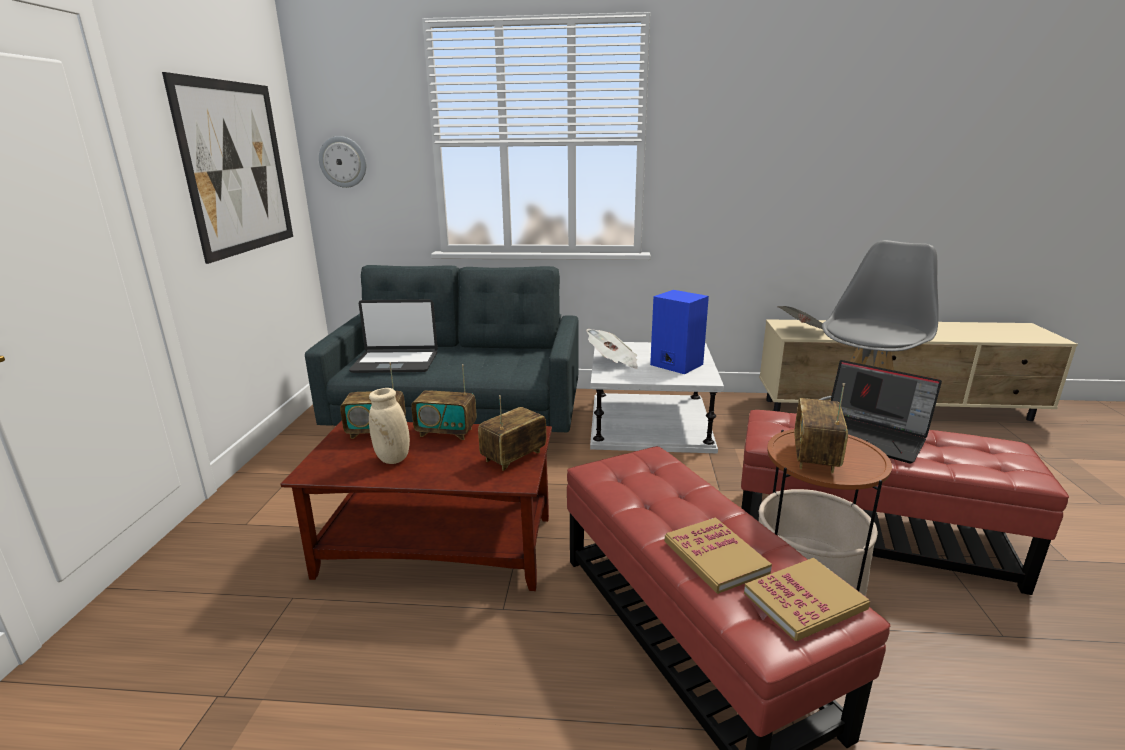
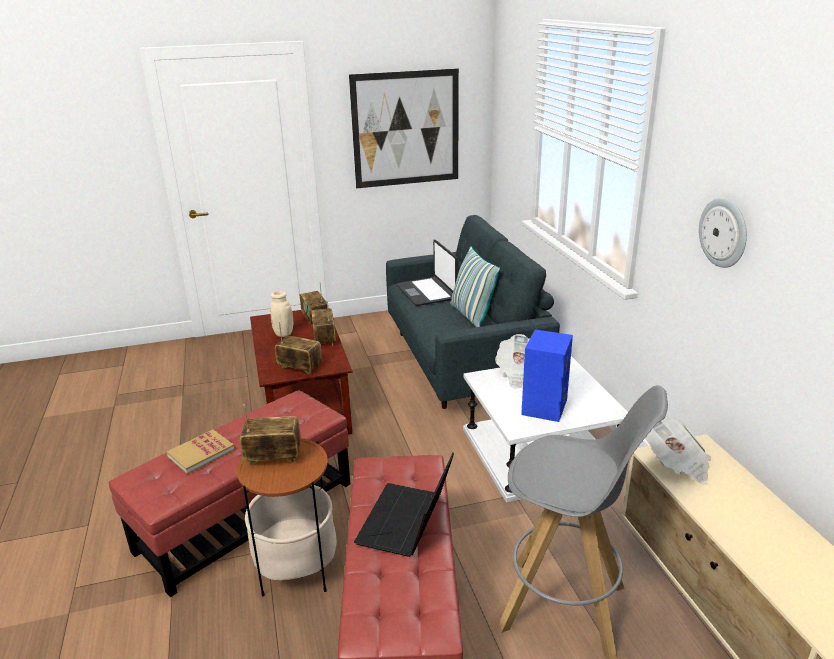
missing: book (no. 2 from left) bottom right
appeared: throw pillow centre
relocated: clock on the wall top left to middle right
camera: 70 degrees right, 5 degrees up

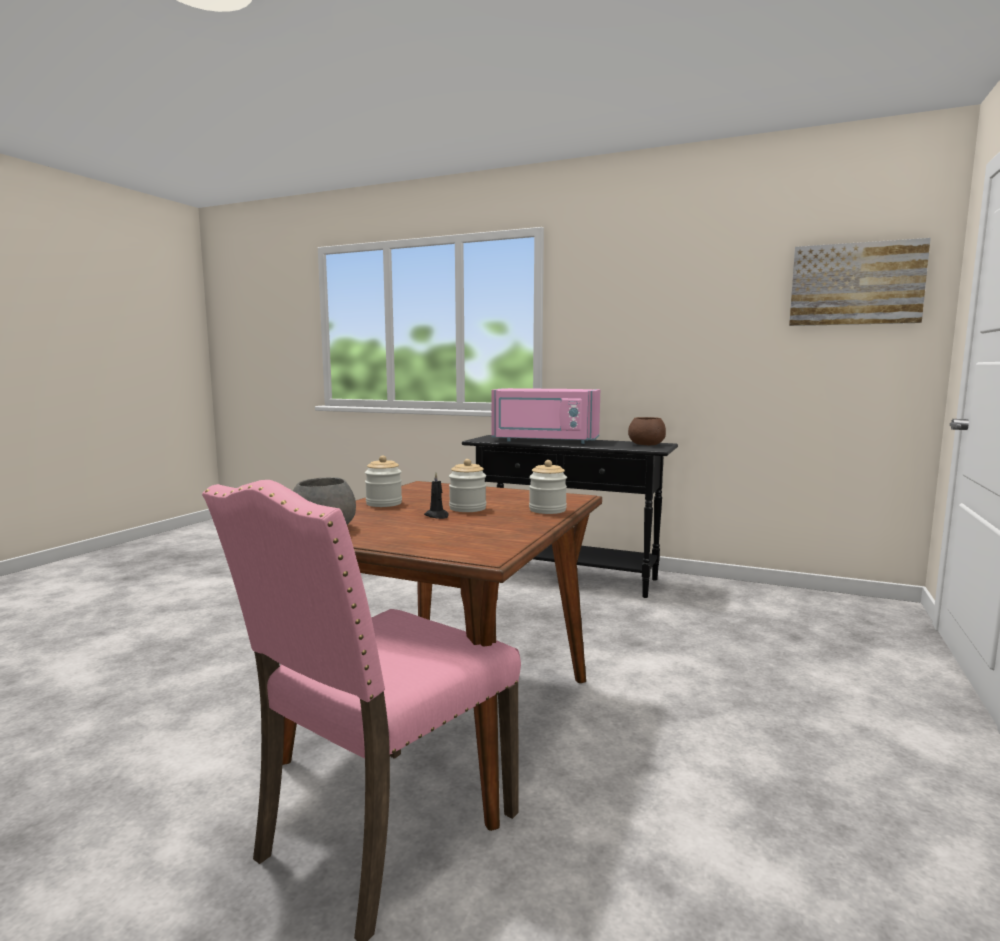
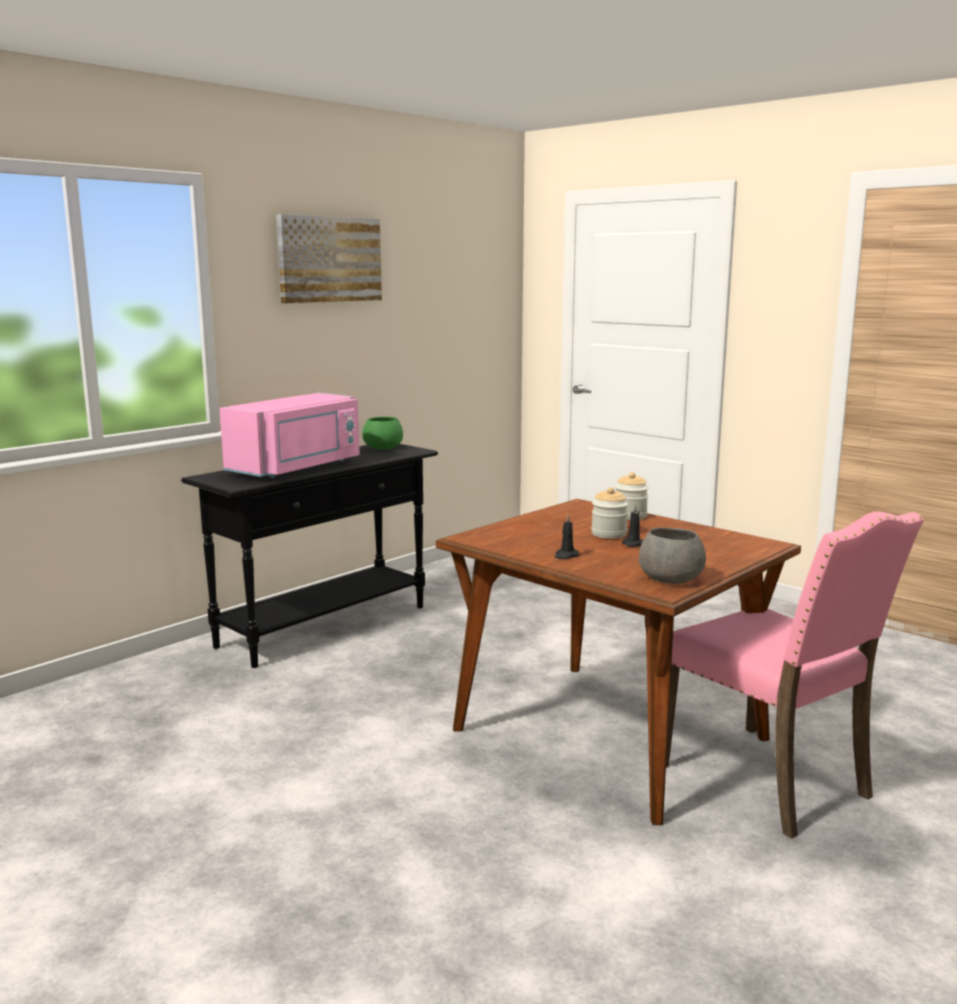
relocated: wall art top right to top centre
exchanged: jar (no. 1 from left) centre to blackish wax candle (no. 1 from left) centre
colour: brown-coloured bowl centre to green-coloured bowl centre
camera: 70 degrees left, 5 degrees up

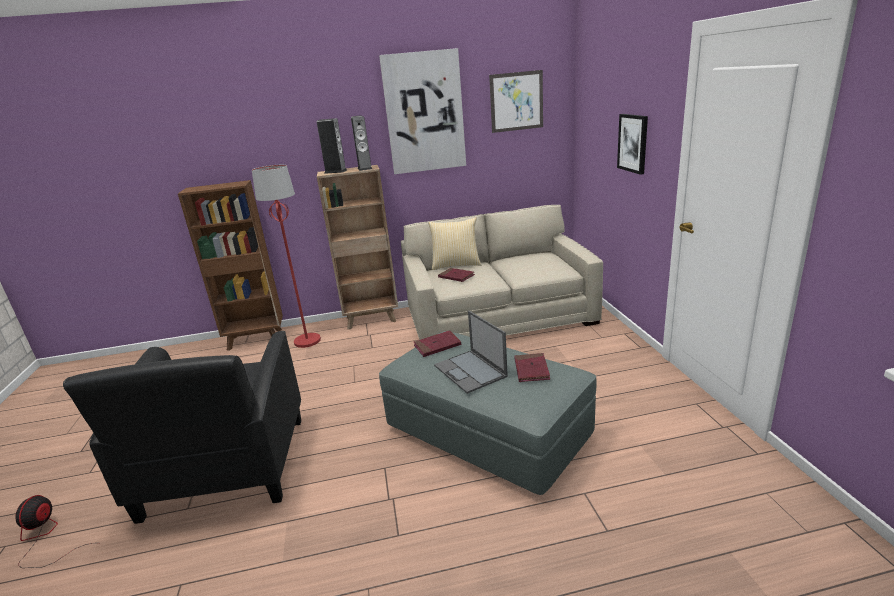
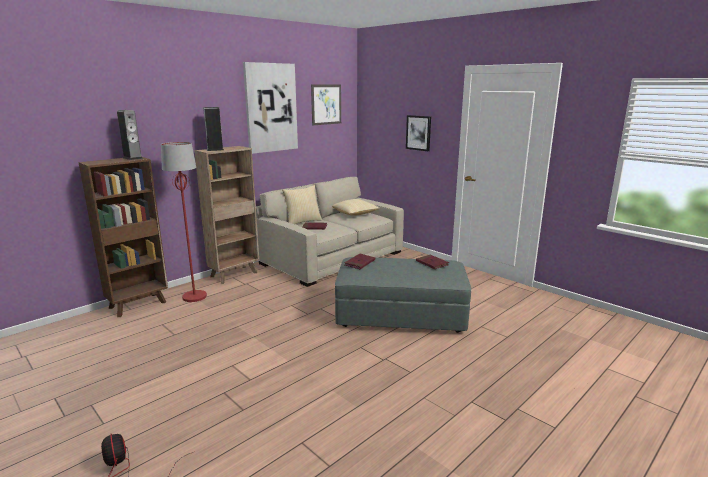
missing: portable computer centre; blackish armchair bottom left
appeared: throw pillow (no. 2 from left) centre
relocated: audio speaker (no. 2 from left in the first image) top centre to audio speaker (no. 1 from left) top left
camera: 35 degrees left, 5 degrees down

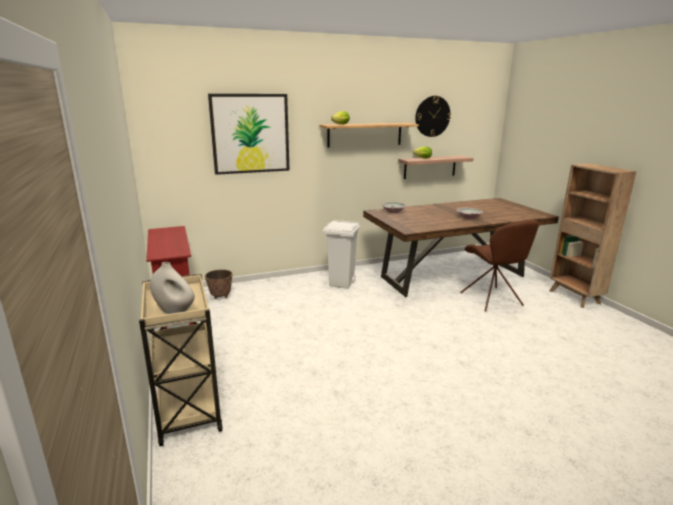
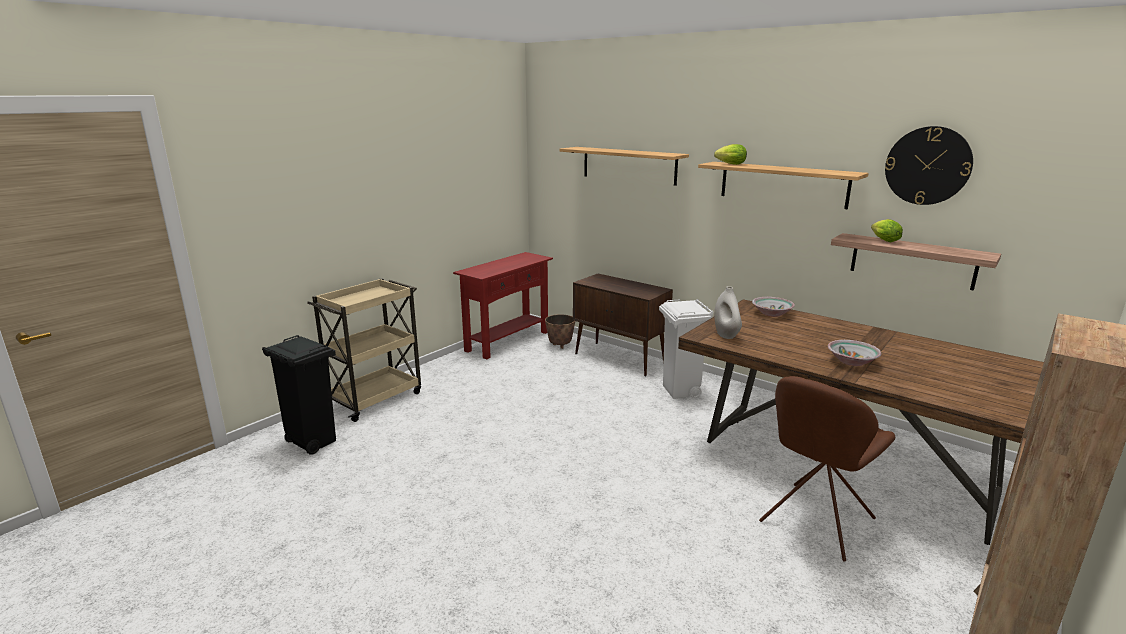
appeared: brown-coloured storage cabinet centre; blackish trash can middle left
relocated: whitish flower vase middle left to centre
exchanged: wall art top centre to shelf (no. 1 from left) top centre
camera: 60 degrees right, 0 degrees up

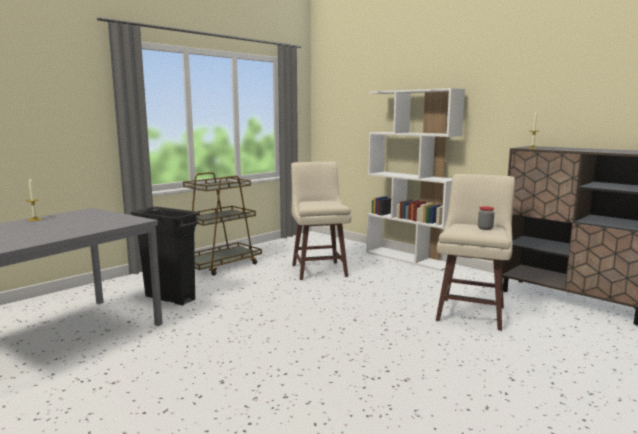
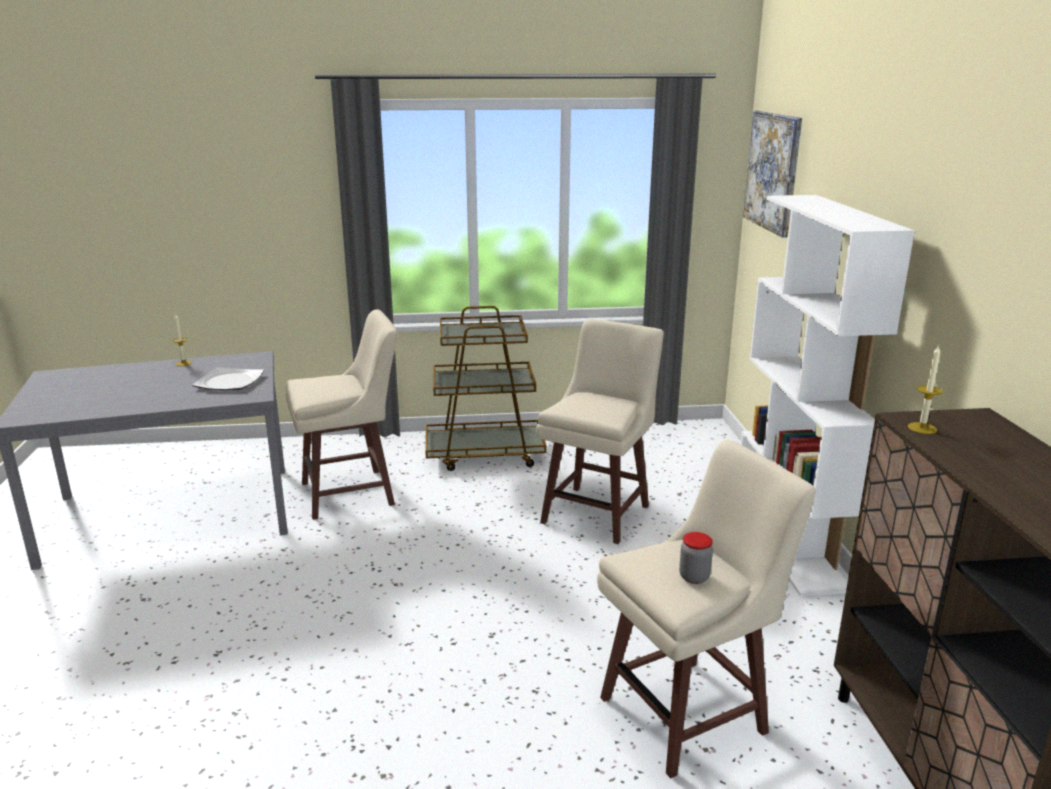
appeared: wall art top right; dinner plate middle left
exchanged: blackish trash can middle left to beige-coloured stool seat (no. 1 from left) middle left
camera: 40 degrees right, 10 degrees up

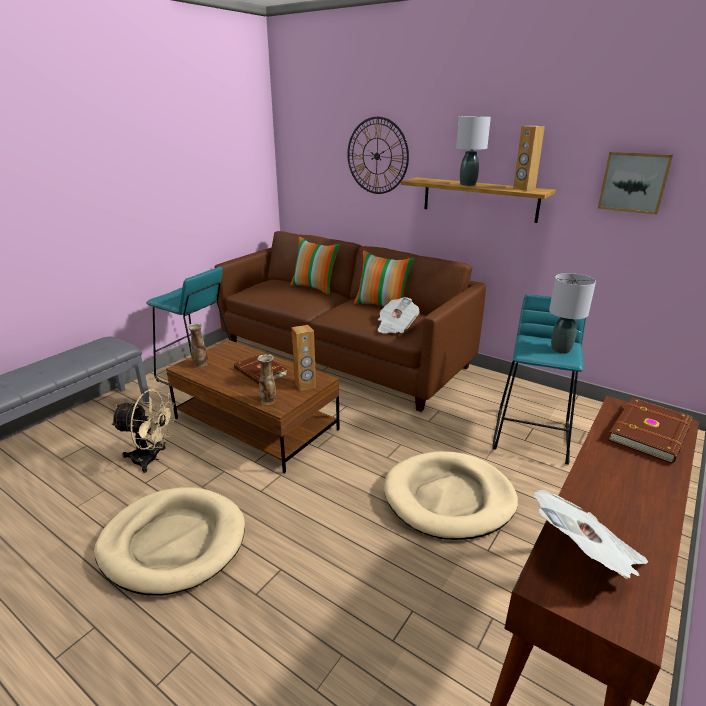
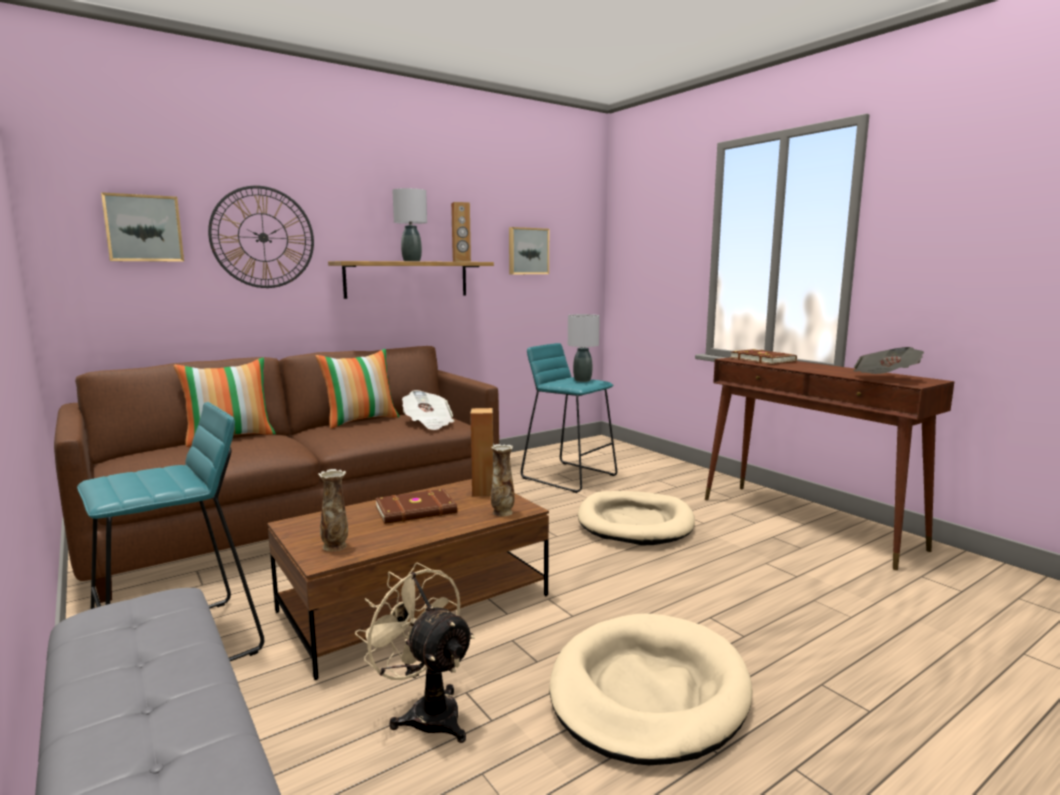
appeared: wall art (no. 1 from left) top left
spun: beige-coloured fan middle left = bottom centre 75 degrees counterclockwise
camera: 70 degrees left, 15 degrees down

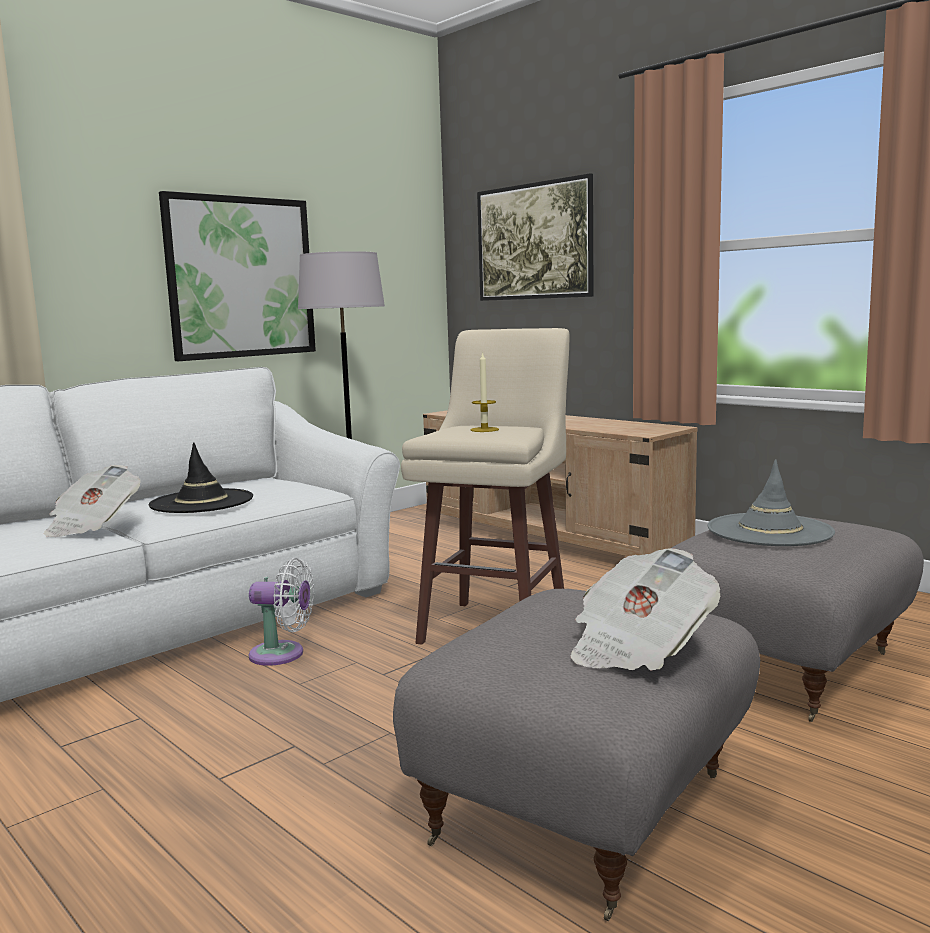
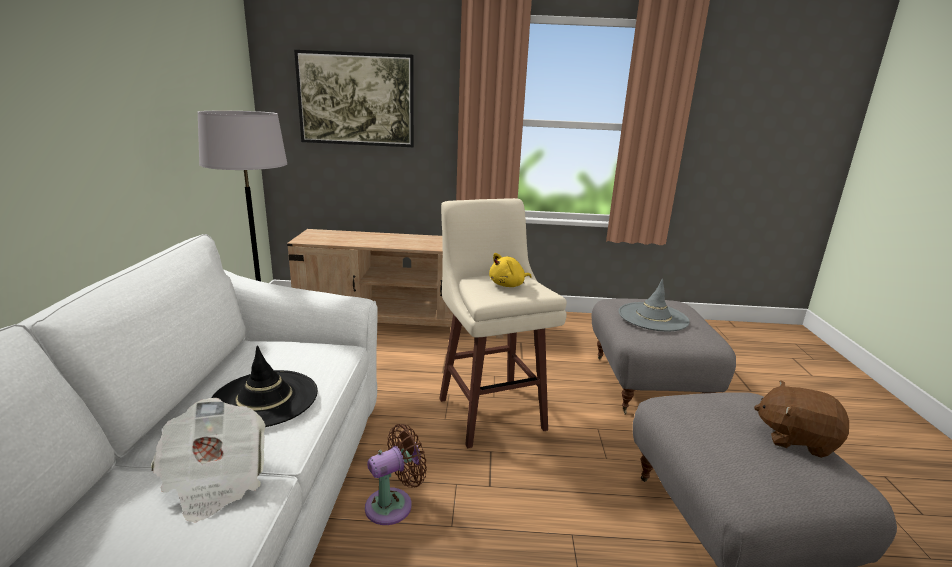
missing: wall art (no. 1 from left) top left
exchanged: wax candle centre to yellow-coloured cuddly toy centre; printed paper (no. 2 from left) middle right to brown-coloured cuddly toy bottom right
colour: whitish fan middle left to brown-coloured fan bottom centre
camera: 45 degrees left, 10 degrees up

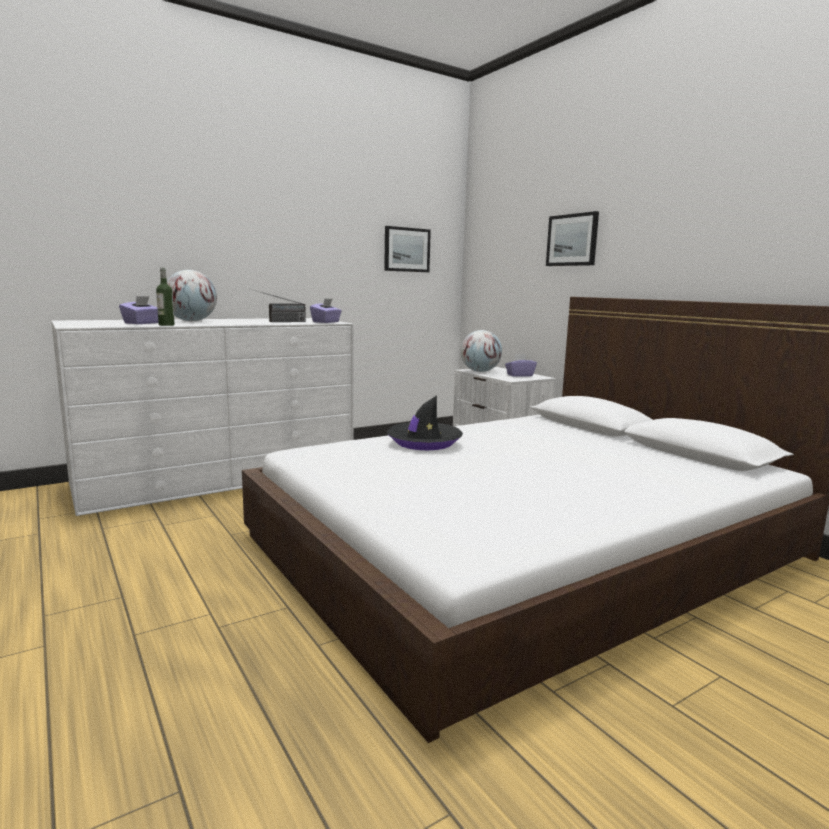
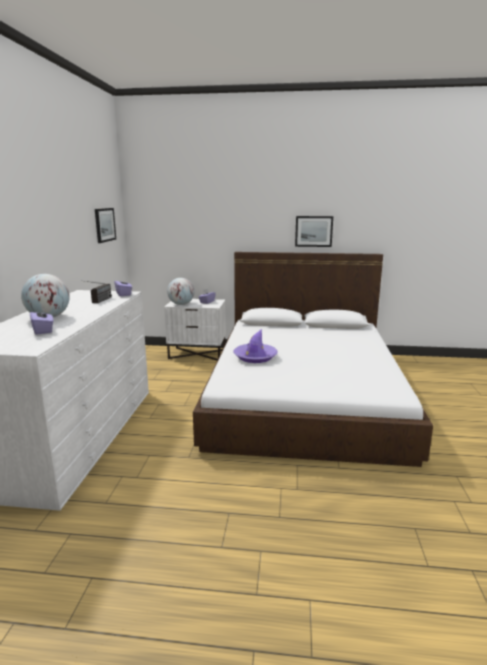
missing: bottle middle left
relocated: wall art (no. 2 from left) top right to centre
colour: blackish clothing hat centre to purple clothing hat centre
camera: 50 degrees left, 5 degrees up

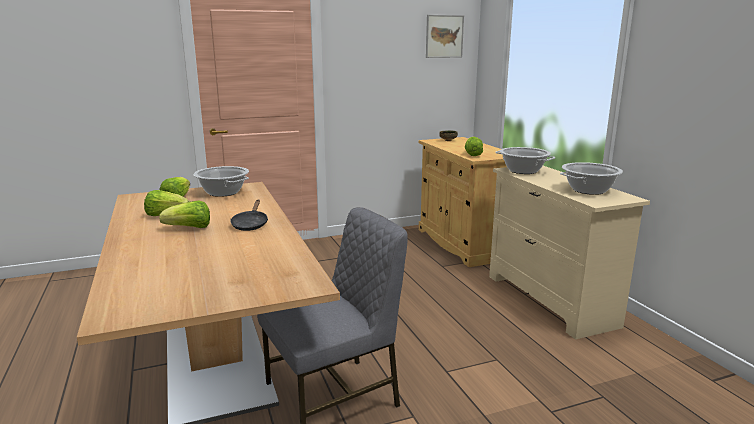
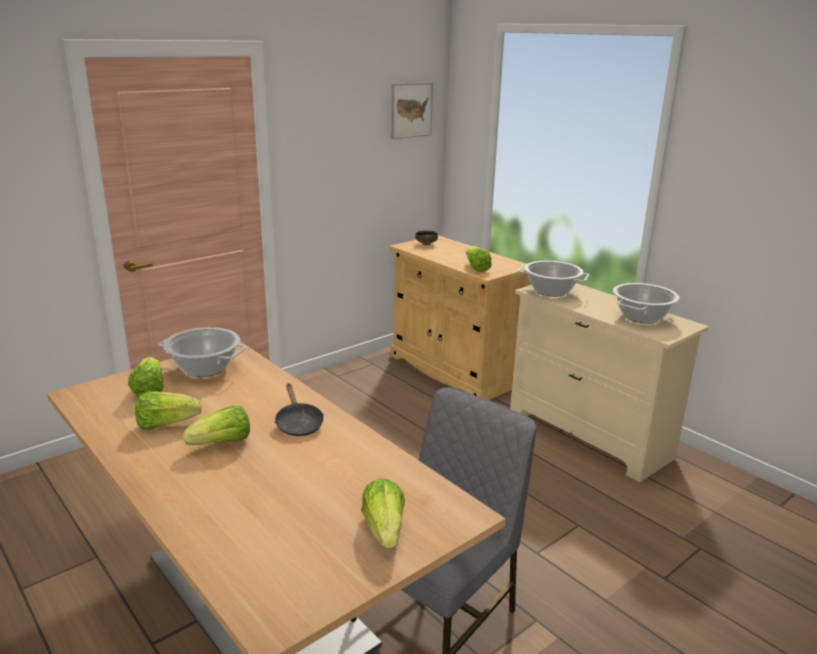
appeared: lettuce (no. 4 from left) bottom centre
camera: 20 degrees left, 5 degrees up

